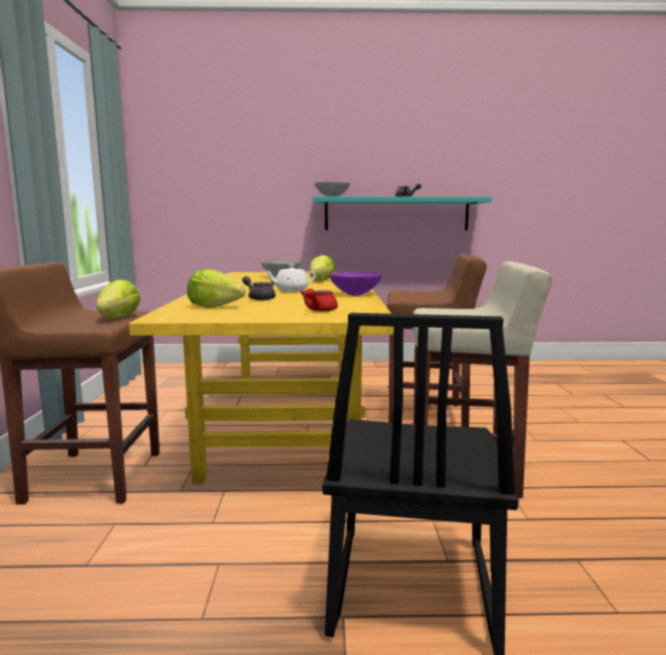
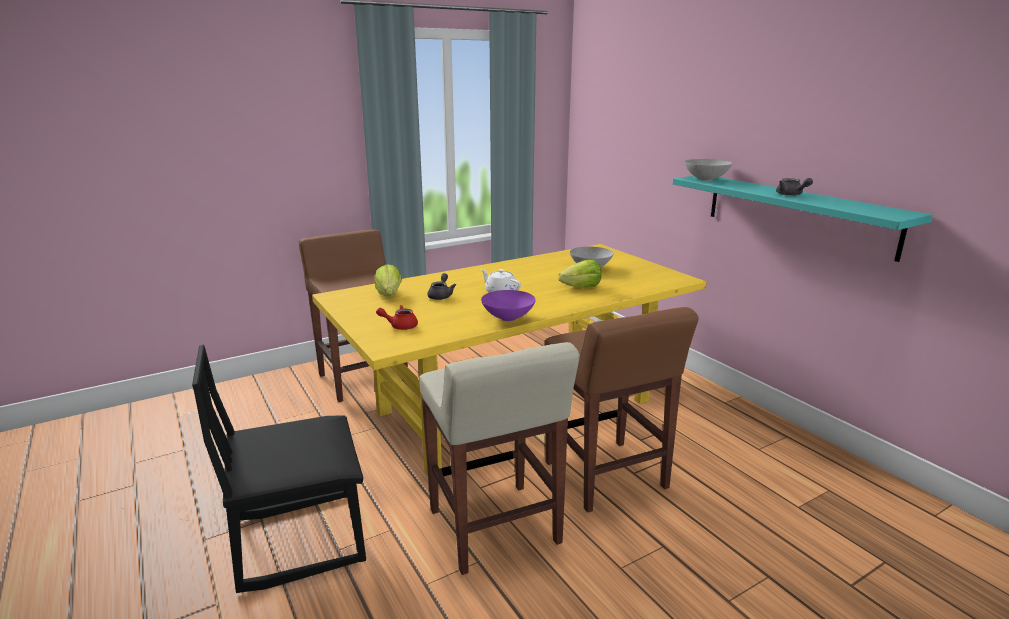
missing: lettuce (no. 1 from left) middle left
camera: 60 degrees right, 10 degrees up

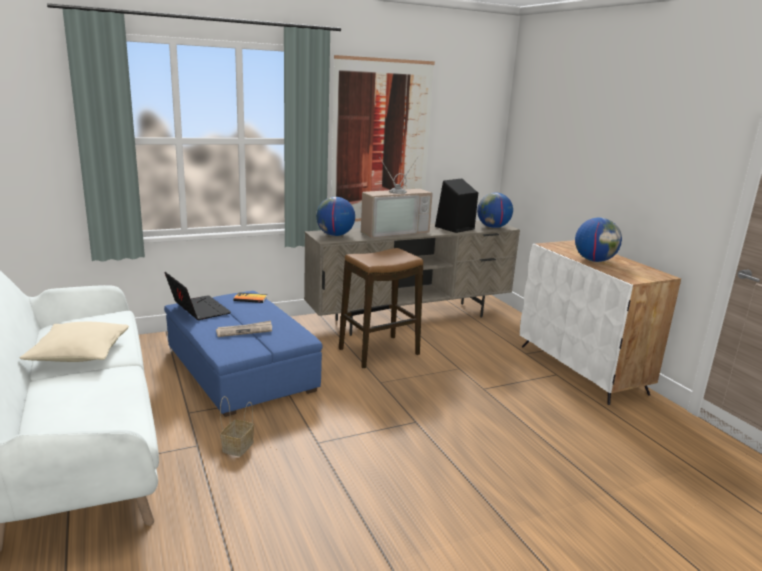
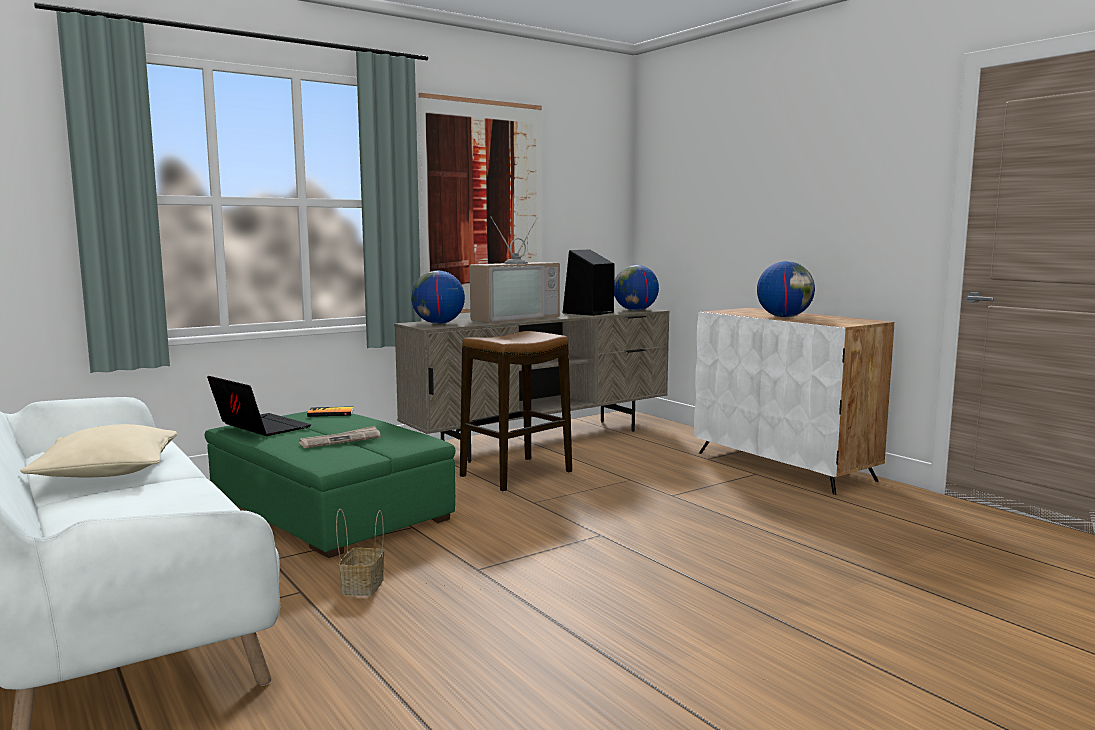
colour: blue-coloured footrest middle left to green-coloured footrest middle left
camera: 10 degrees left, 10 degrees down

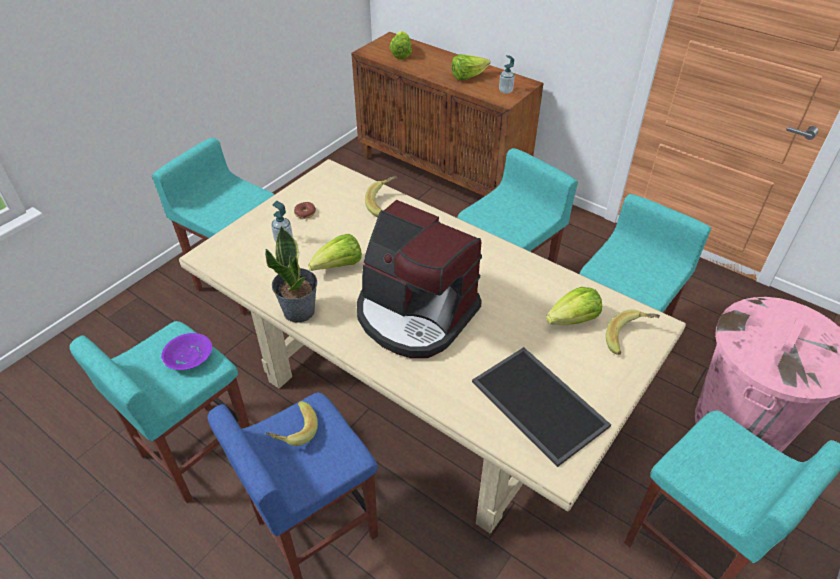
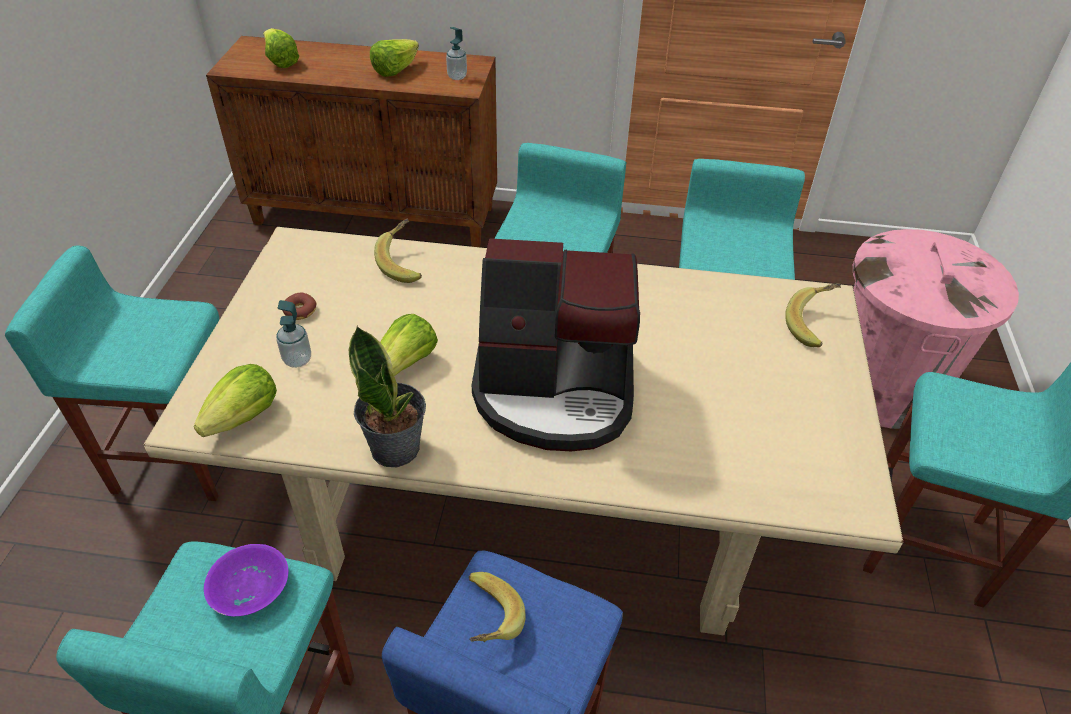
missing: serving tray bottom centre
relocated: lettuce (no. 4 from left in the first image) middle right to lettuce (no. 1 from left) middle left
camera: 30 degrees left, 0 degrees up

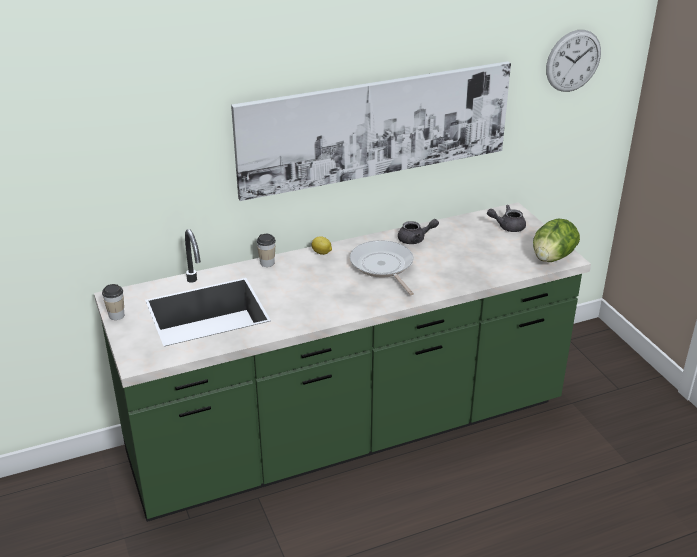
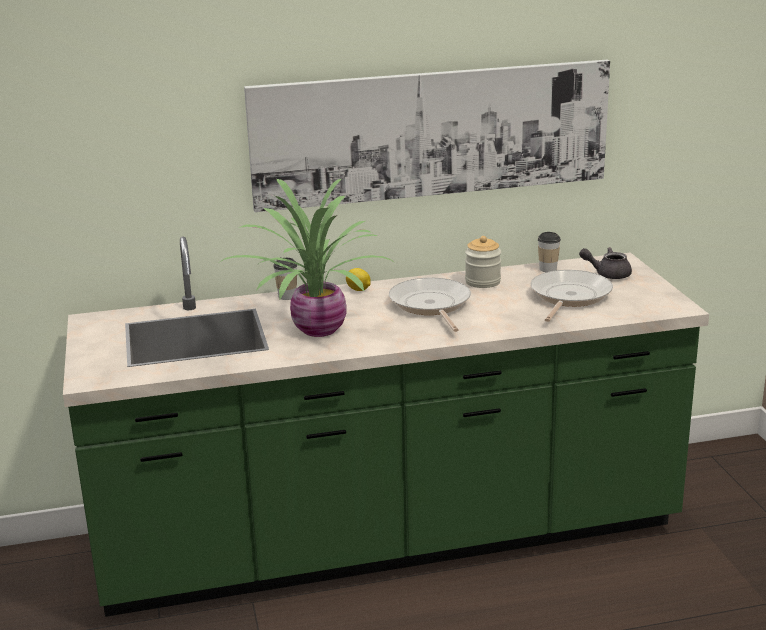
missing: clock on the wall top right; lettuce middle right
appeared: houseplant centre; pan (no. 2 from left) middle right
relocated: cup (no. 1 from left in the first image) middle left to cup (no. 2 from left) middle right
exchanged: grey teapot (no. 1 from left) centre to jar centre
camera: 10 degrees right, 10 degrees down

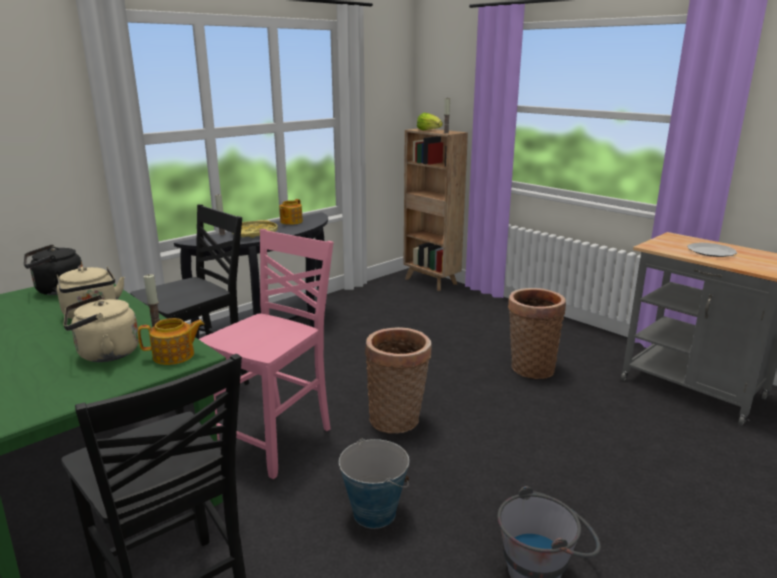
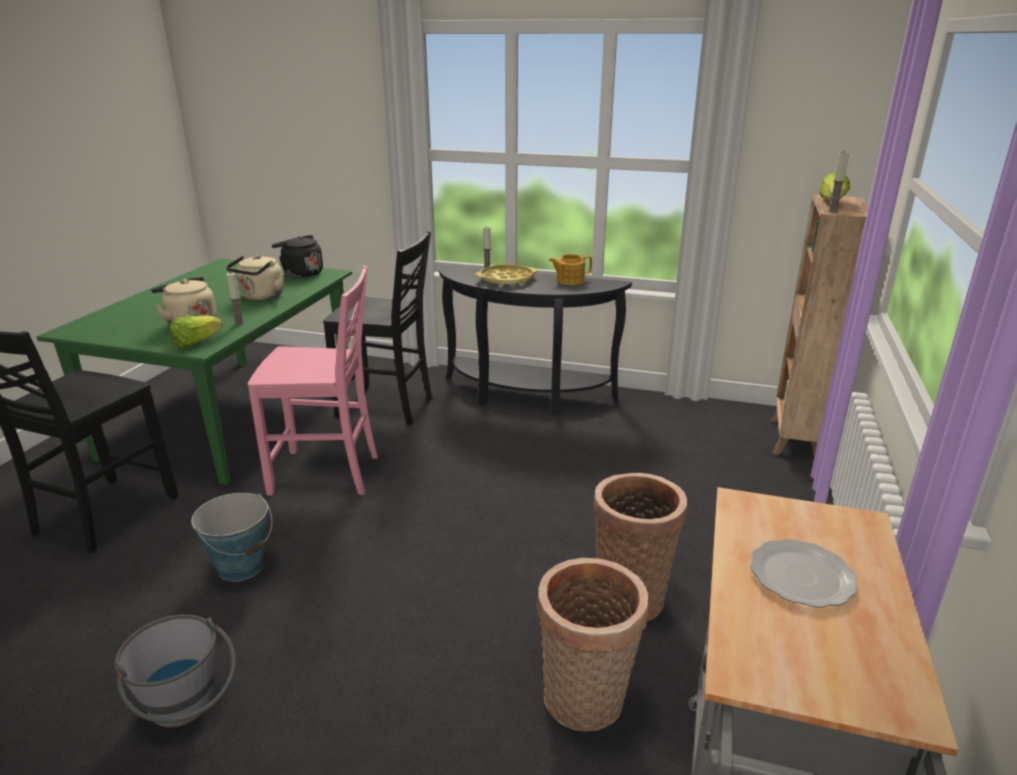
relocated: household basket (no. 1 from left) centre to bottom centre
exchanged: teapot (no. 1 from left) middle left to lettuce (no. 1 from left) middle left
camera: 60 degrees right, 5 degrees up

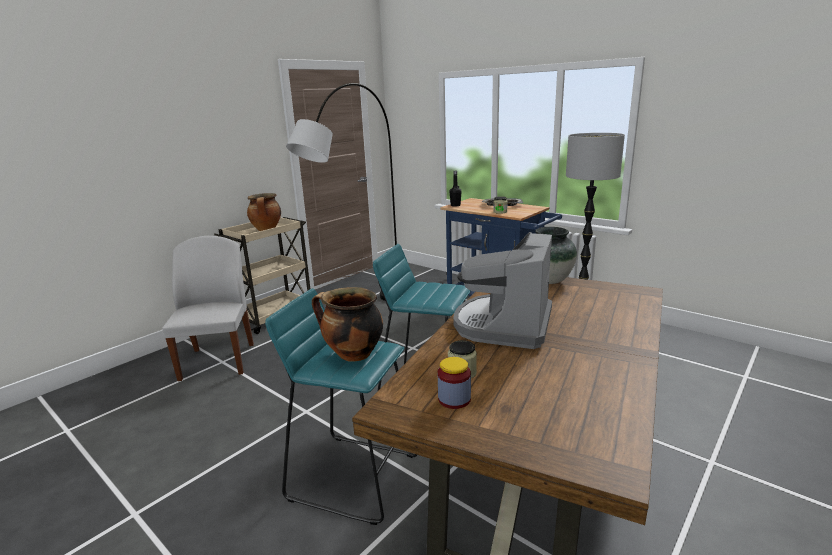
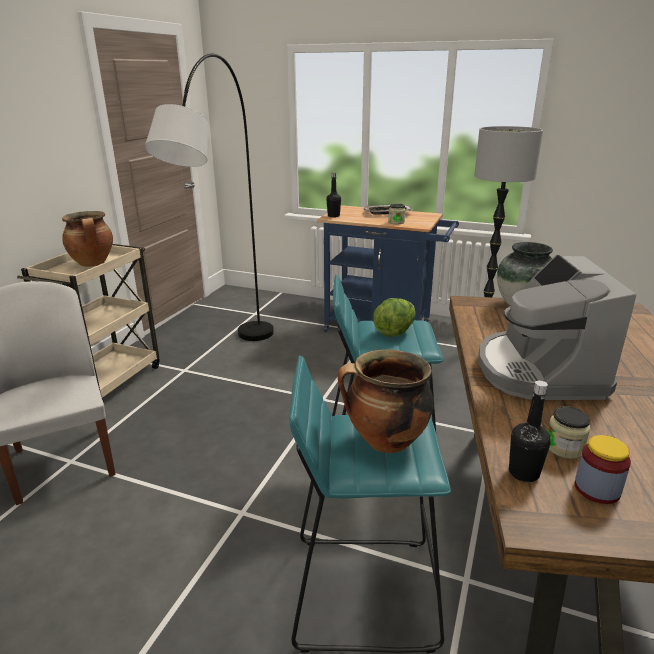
appeared: lettuce centre; blackish bottle (no. 2 from left) middle right
camera: 20 degrees left, 5 degrees up

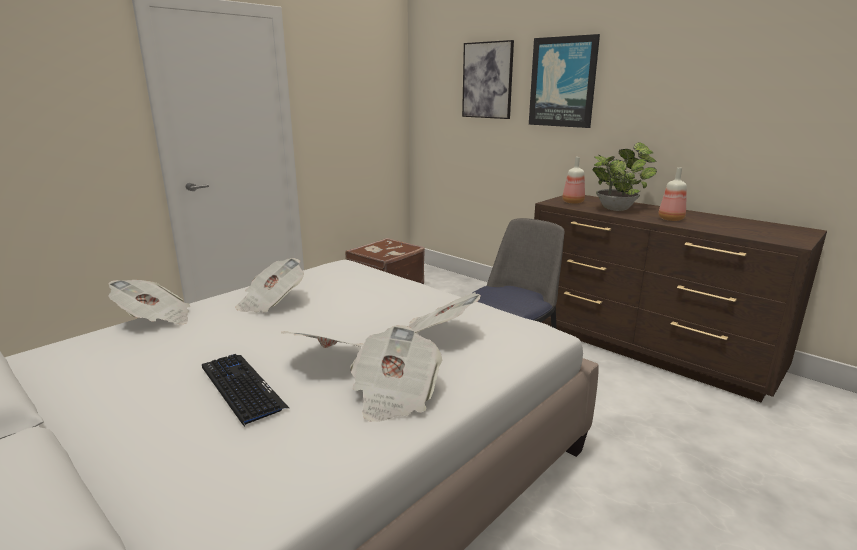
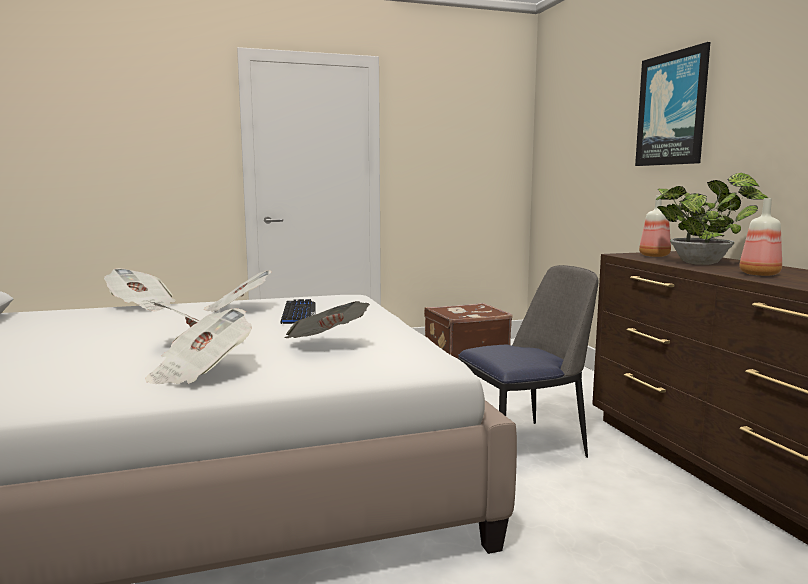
missing: wall art (no. 1 from left) top centre
relocated: PC keyboard bottom left to centre
camera: 30 degrees right, 10 degrees down

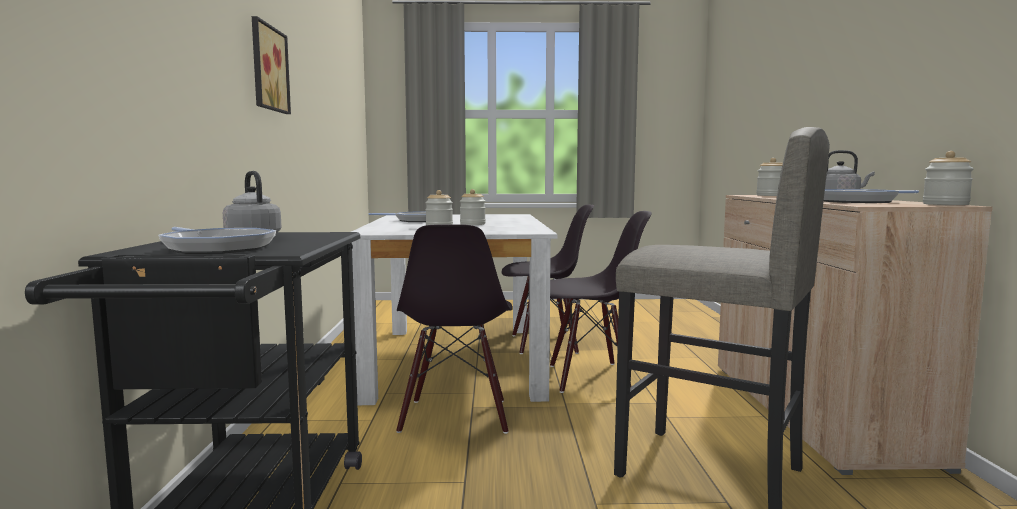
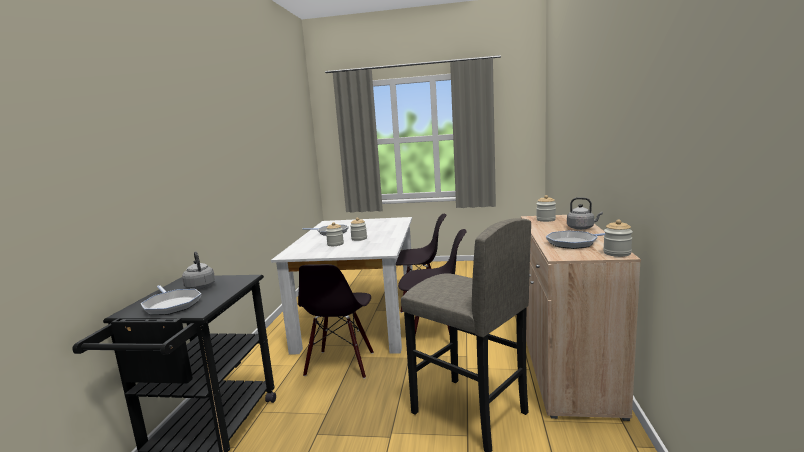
missing: wall art top left
camera: 10 degrees right, 5 degrees up

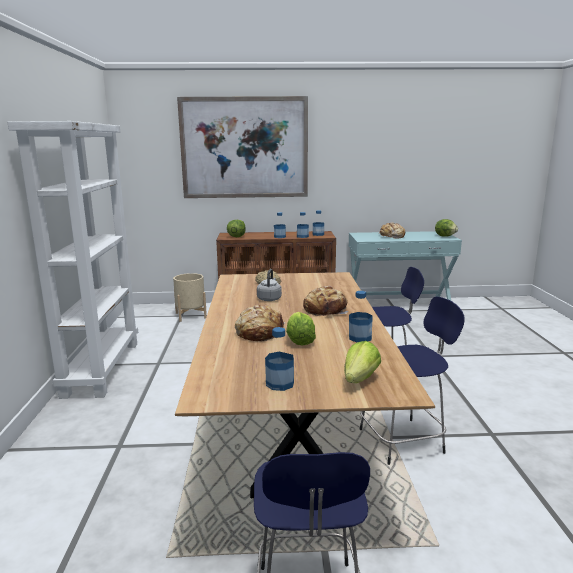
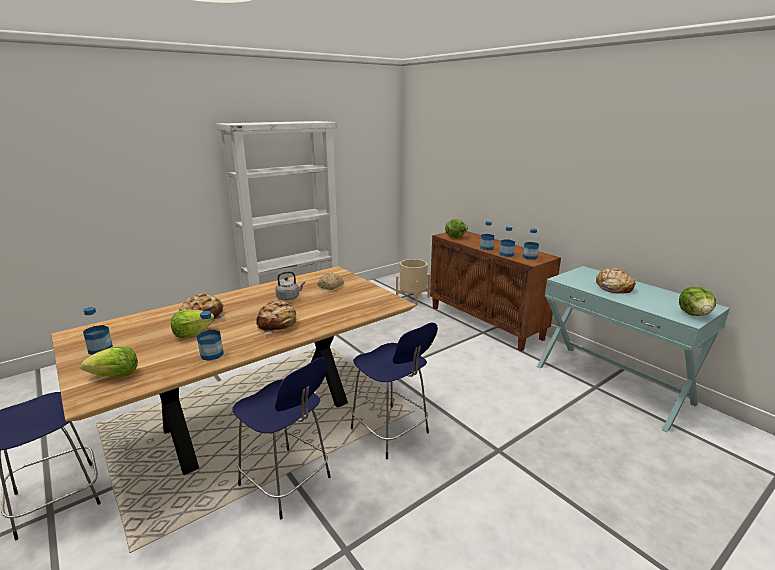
missing: wall art top centre
camera: 55 degrees right, 5 degrees up

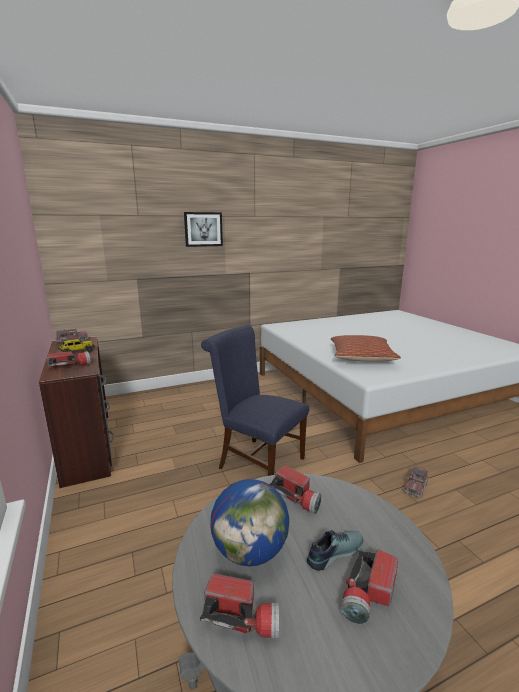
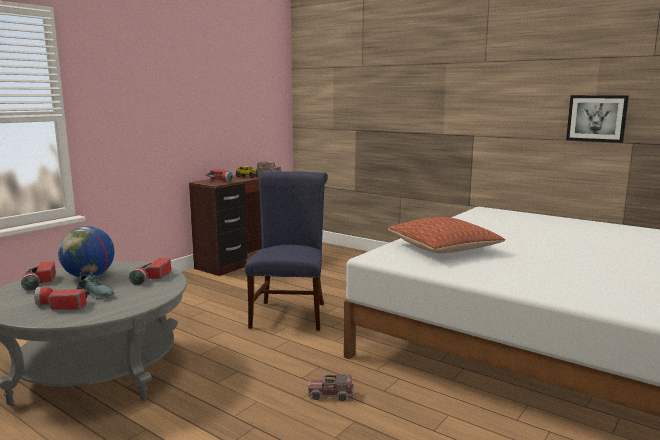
relocated: wall art top centre to top right
camera: 60 degrees right, 5 degrees down

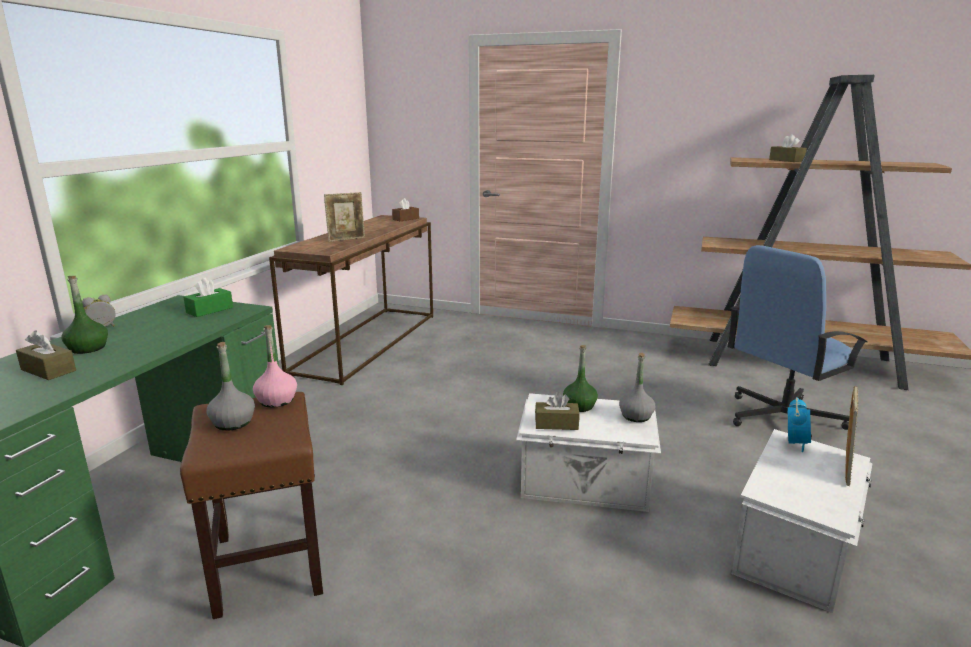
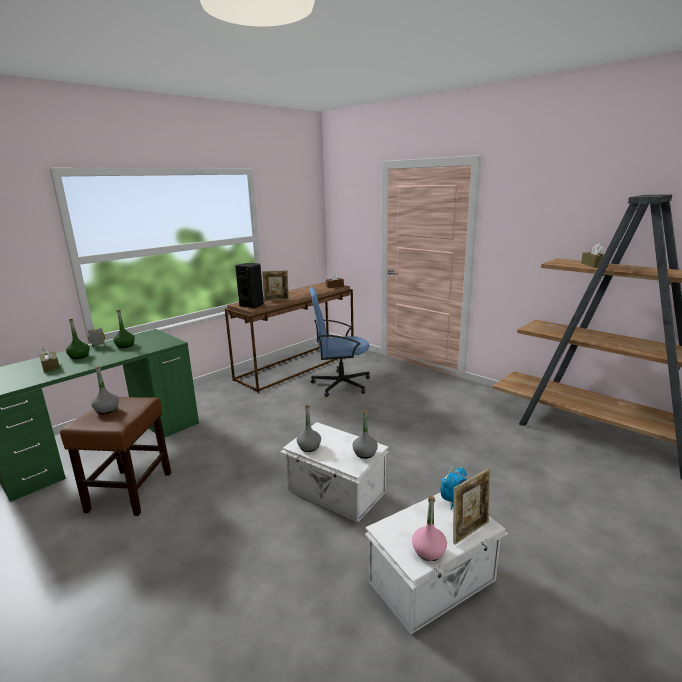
missing: green-coloured tissue box middle left
appeared: blackish audio speaker centre
relocated: blue-coloured computer chair middle right to centre; pink-coloured bottle middle left to bottom centre; green-coloured bottle (no. 2 from left) centre to middle left
exchanged: brown-coloured tissue box (no. 3 from left) centre to grey bottle (no. 2 from left) centre
camera: 25 degrees right, 0 degrees up

